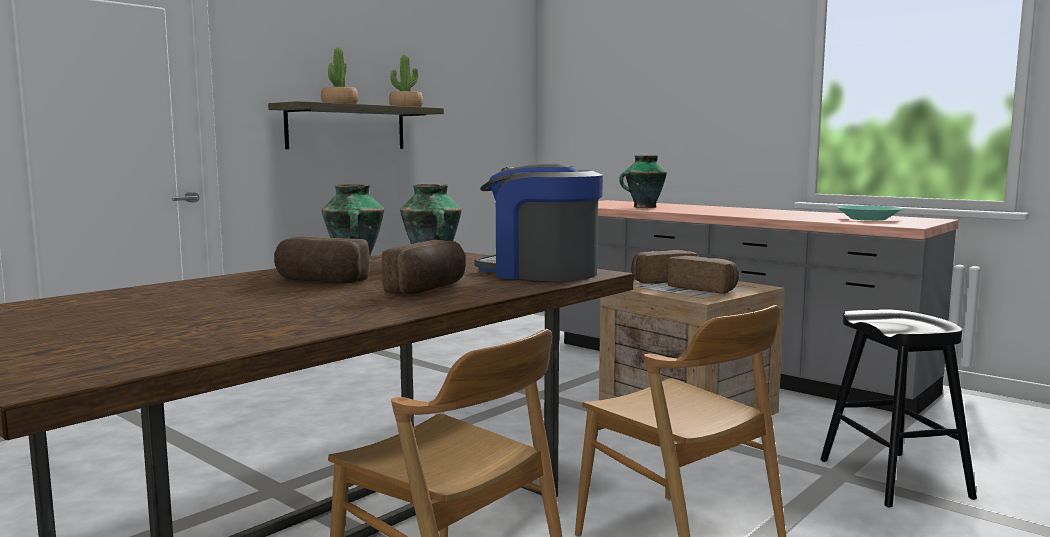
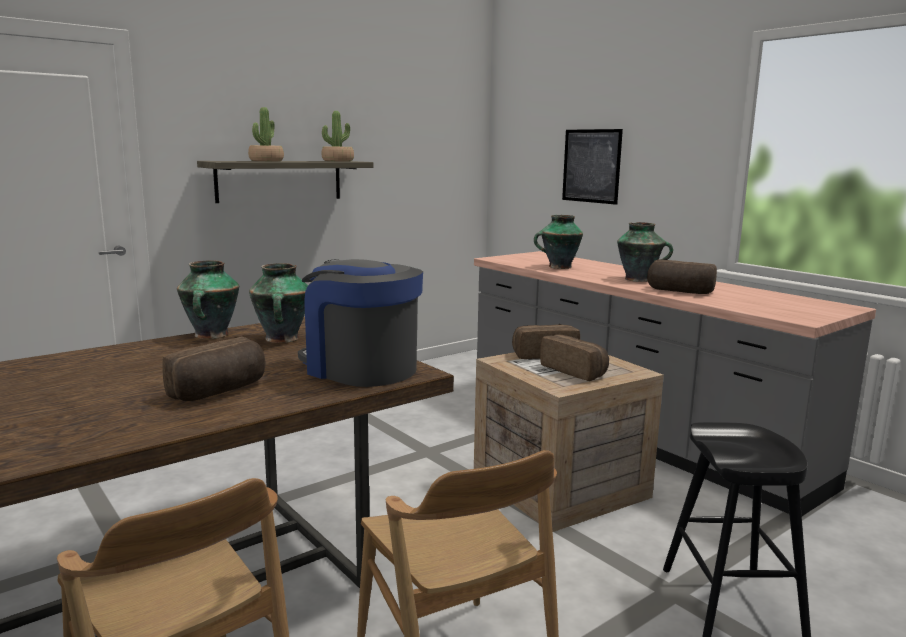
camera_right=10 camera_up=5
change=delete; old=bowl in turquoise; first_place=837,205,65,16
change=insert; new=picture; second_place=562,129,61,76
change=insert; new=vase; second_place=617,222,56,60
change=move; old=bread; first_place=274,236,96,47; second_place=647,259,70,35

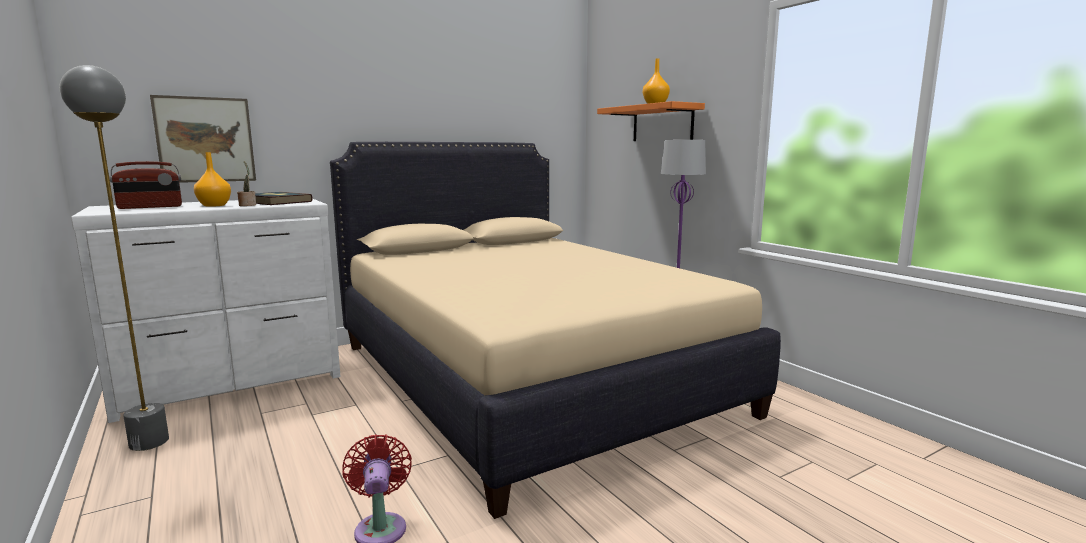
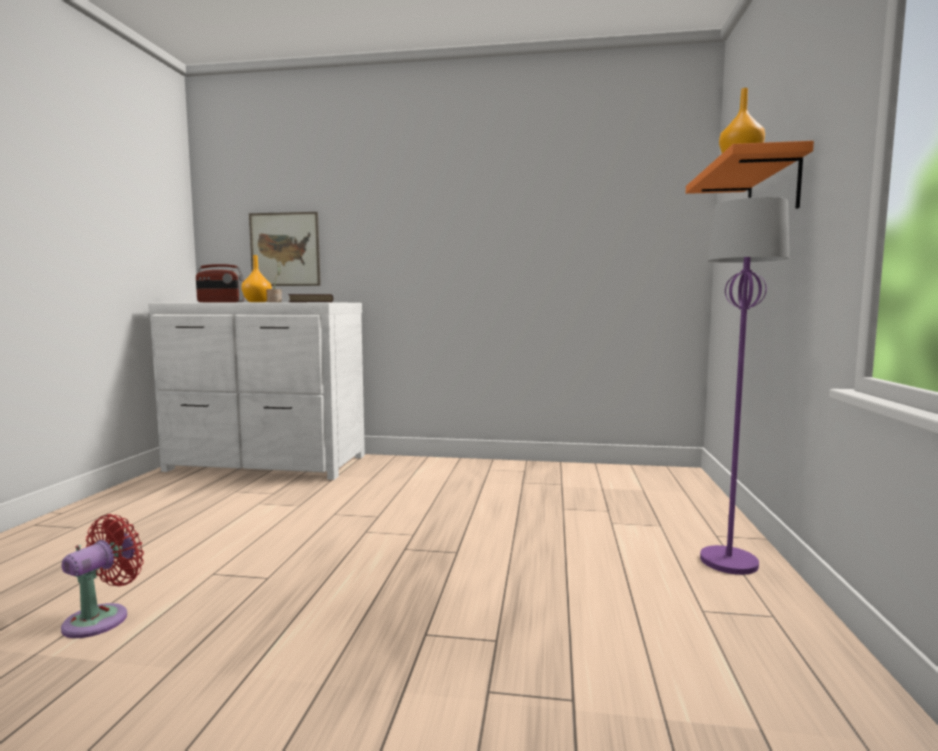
camera_right=40 camera_up=-5
change=delete; old=floor lamp in grey; first_place=59,65,110,386
change=delete; old=bed in beige; first_place=330,142,451,377

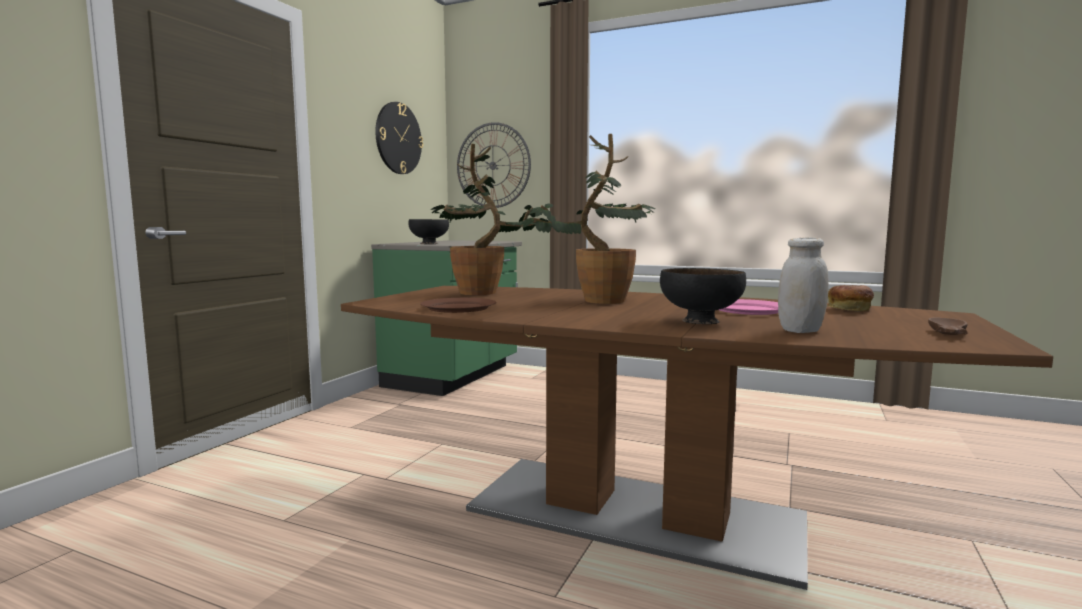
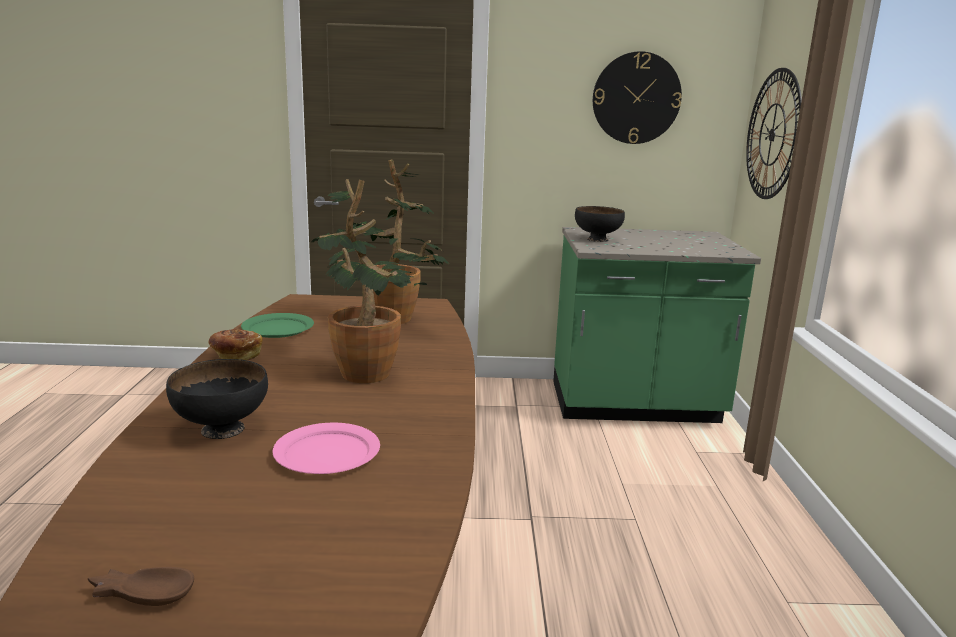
camera_right=65 camera_up=10
change=delete; old=jar in white; first_place=778,237,51,96
change=move; old=bread; first_place=827,285,47,27; second_place=209,329,53,31
change=recolor; old=plate in brown; new=plate in green; first_place=420,298,76,15; second_place=241,313,73,25

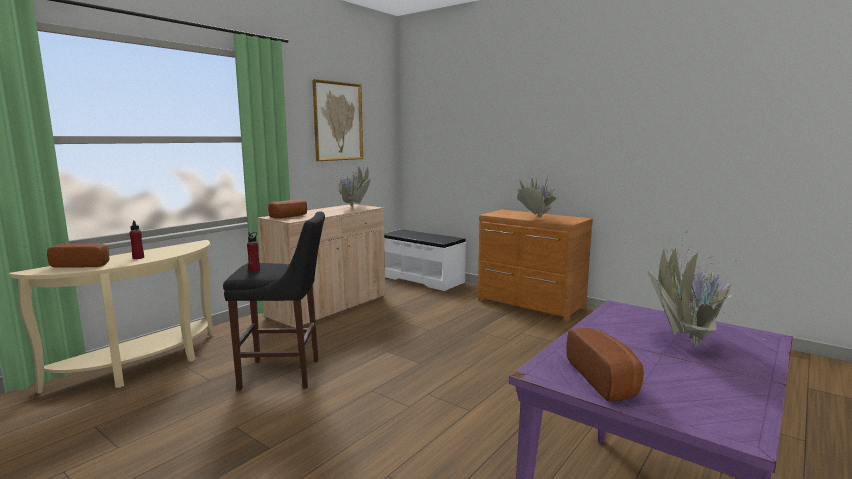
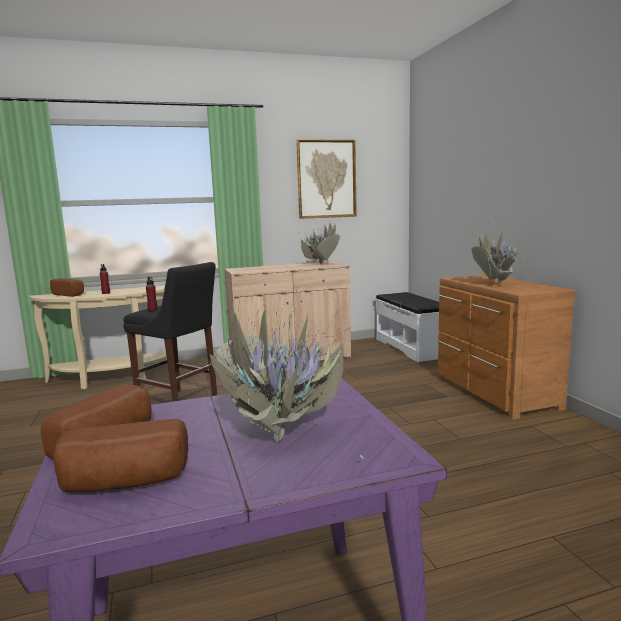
camera_right=35 camera_up=0
change=move; old=bread; first_place=268,199,39,19; second_place=53,419,135,73

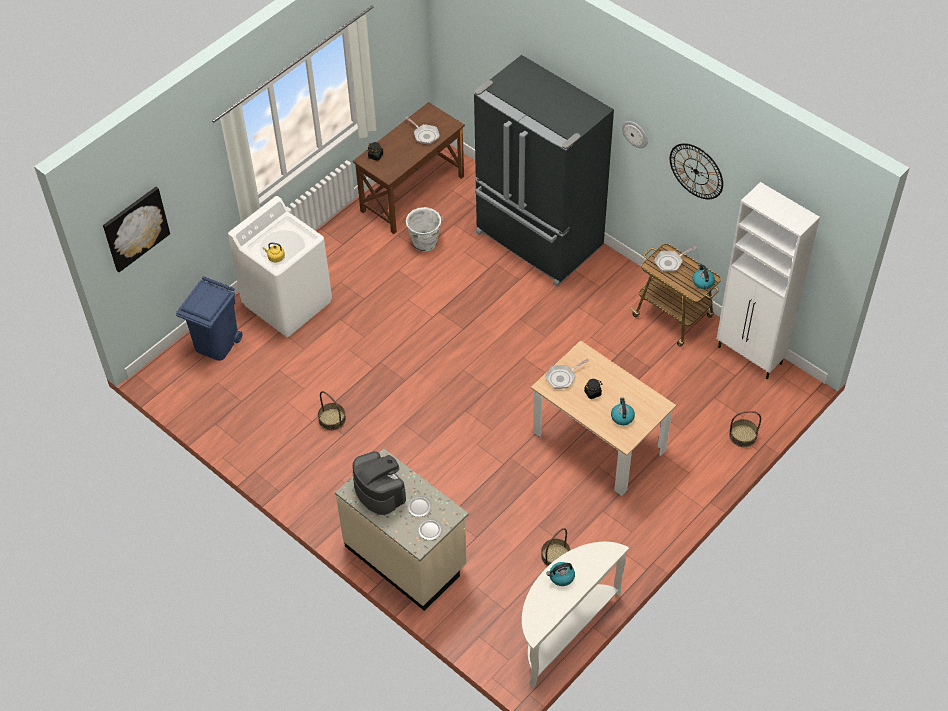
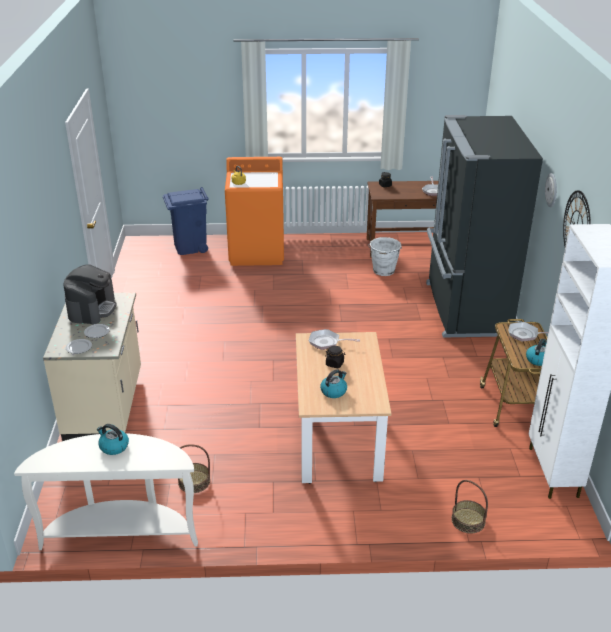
camera_right=45 camera_up=-20
change=delete; old=picture; first_place=103,187,67,85
change=delete; old=basket; first_place=318,391,28,40
change=recolor; old=washing machine in white; new=washing machine in orange; first_place=228,196,104,141; second_place=225,157,59,109

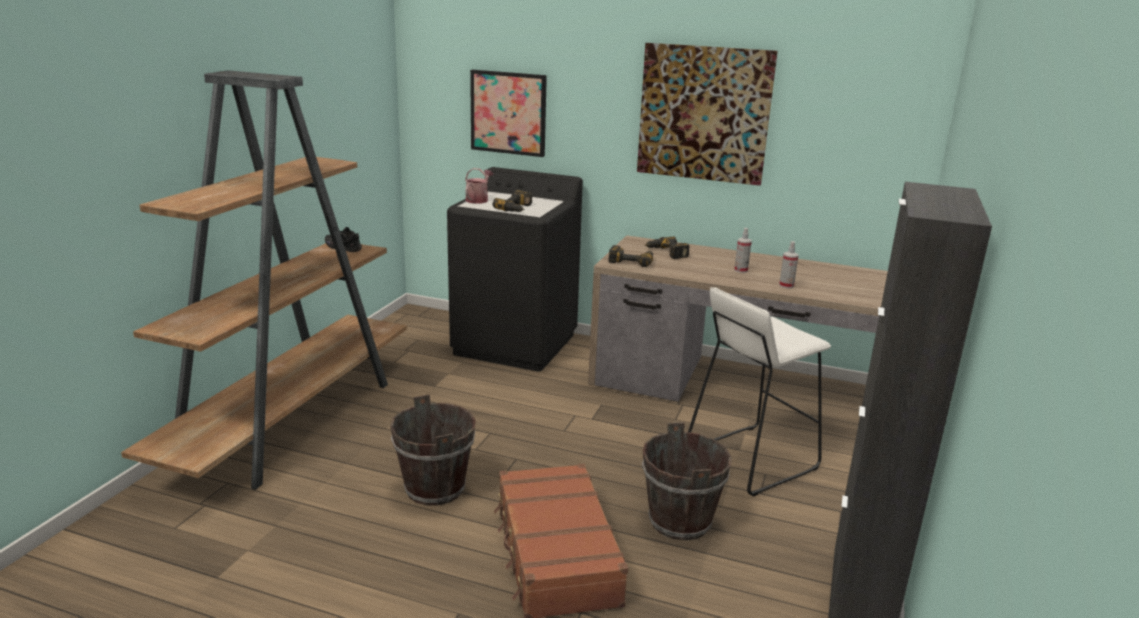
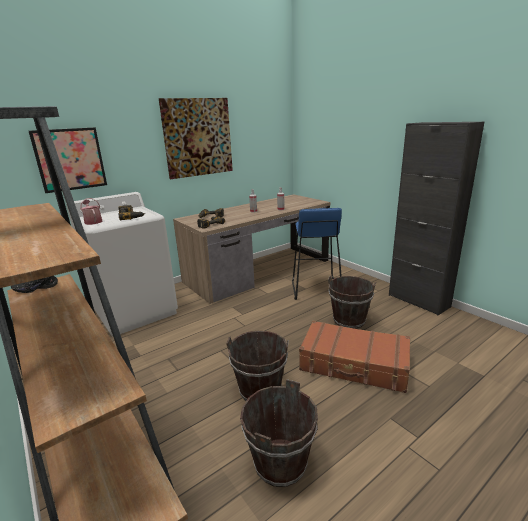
camera_right=-55 camera_up=0
change=insert; new=bucket in brown; second_place=240,379,78,108
change=recolor; old=washing machine in black; new=washing machine in white; first_place=447,167,136,205; second_place=66,192,112,145
change=recolor; old=stool in white; new=stool in blue; first_place=688,287,143,210; second_place=292,208,50,92

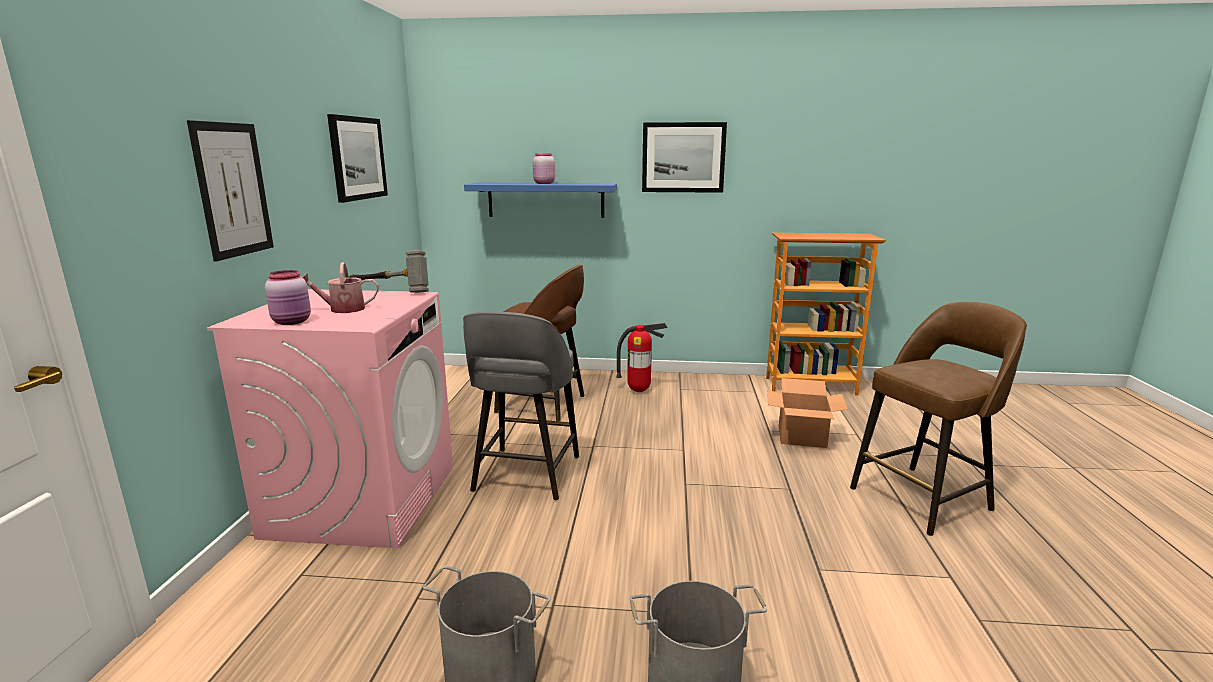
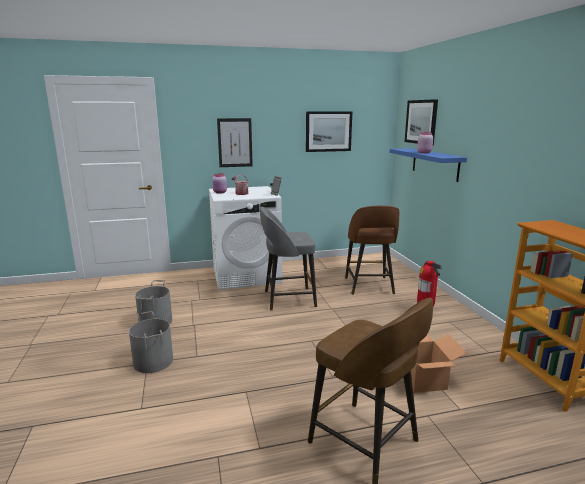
camera_right=70 camera_up=0
change=move; old=picture; first_place=642,122,85,71; second_place=405,99,33,47
change=recolor; old=washing machine in pink; new=washing machine in white; first_place=207,289,246,259; second_place=209,186,73,104

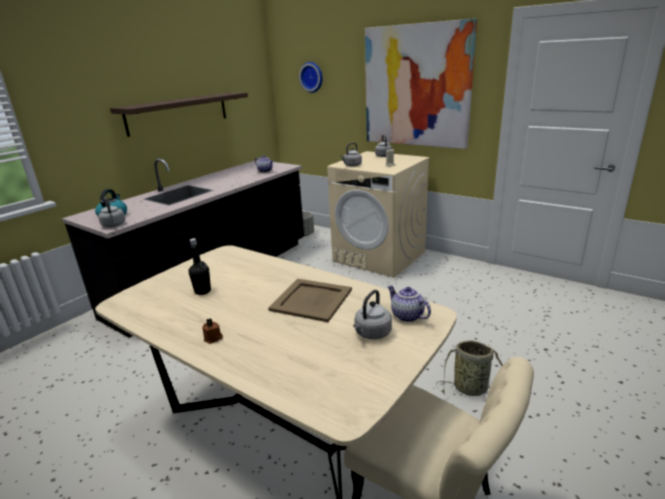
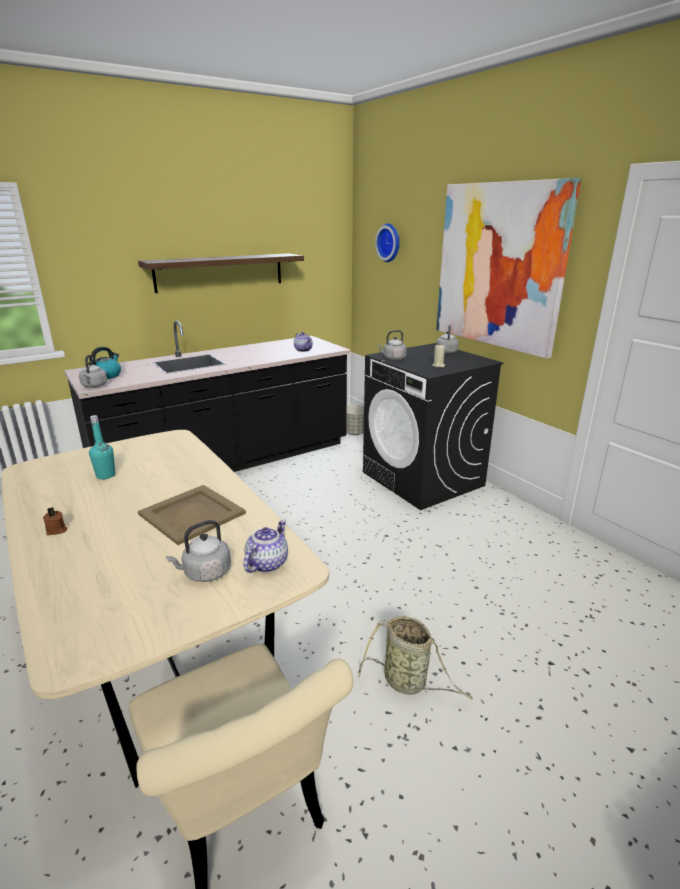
camera_right=20 camera_up=0
change=recolor; old=bottle in black; new=bottle in turquoise; first_place=188,238,23,57; second_place=89,415,26,64
change=recolor; old=washing machine in beige; new=washing machine in black; first_place=327,151,103,127; second_place=363,343,140,167
change=rotate; old=teapot; first_place=387,285,44,37; second_place=243,520,45,53; degrees=45

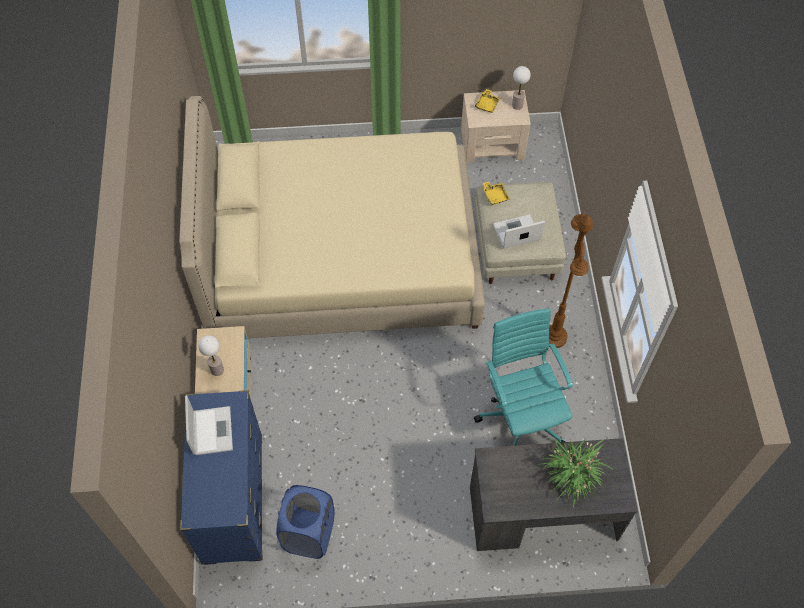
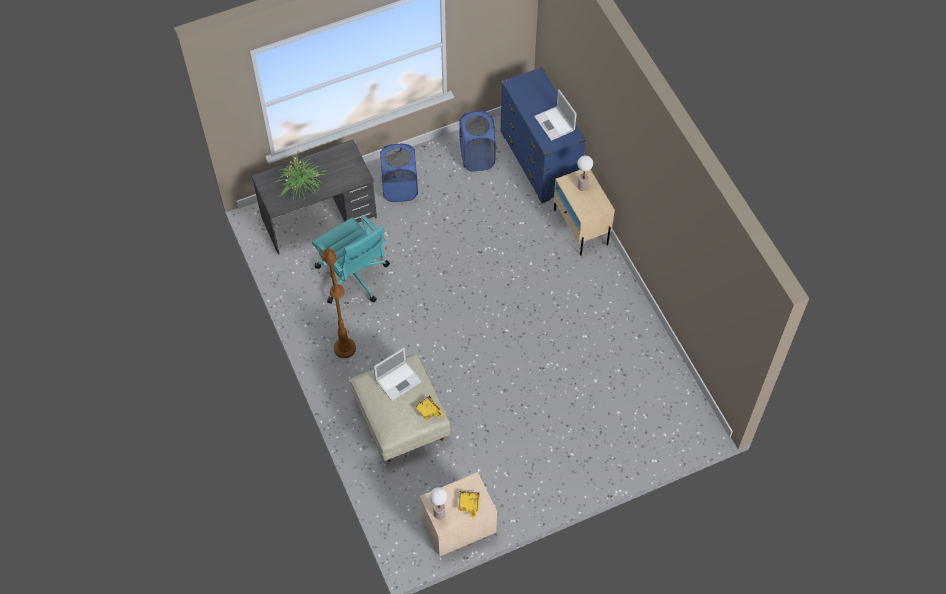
camera_right=160 camera_up=0
change=delete; old=bed in beige; first_place=179,96,306,242
change=insert; new=laundry basket in blue; second_place=380,143,38,59

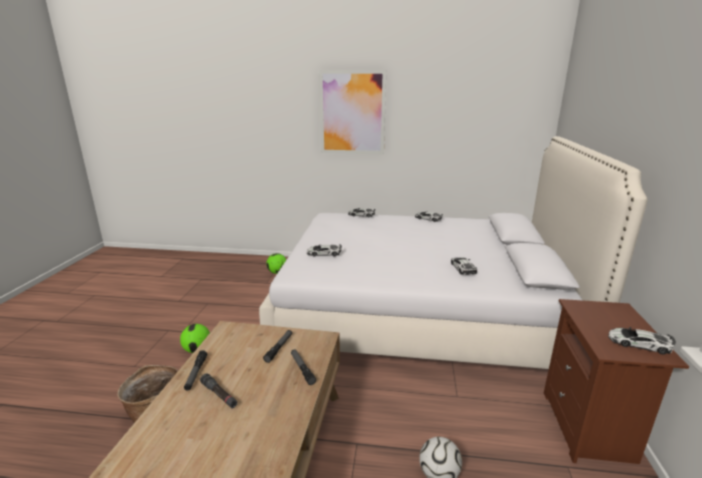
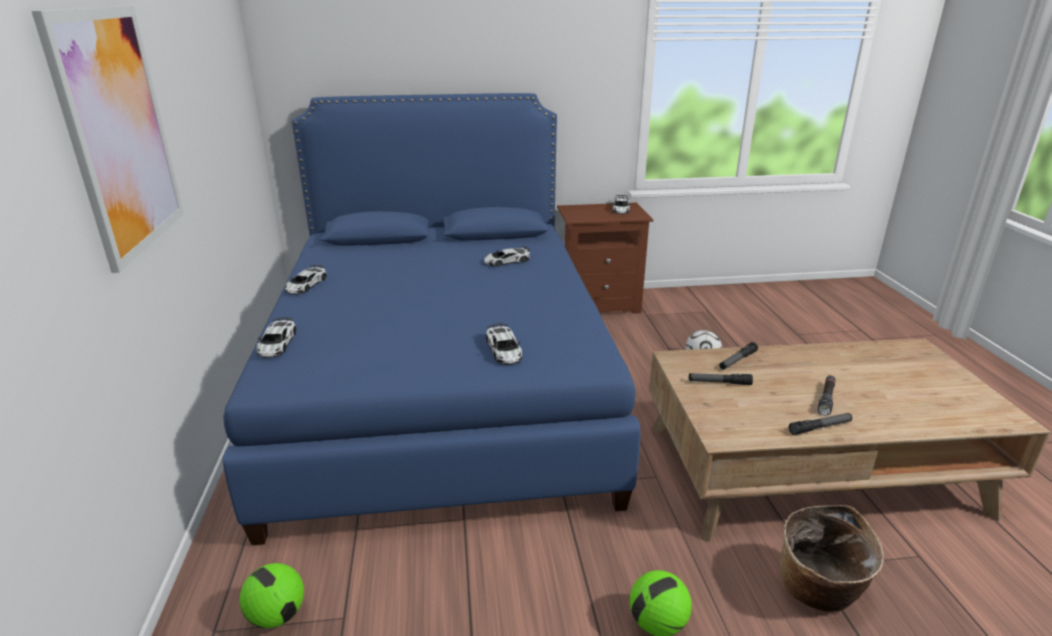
camera_right=-105 camera_up=5
change=recolor; old=bed in white; new=bed in blue; first_place=259,136,388,233; second_place=223,93,417,452

